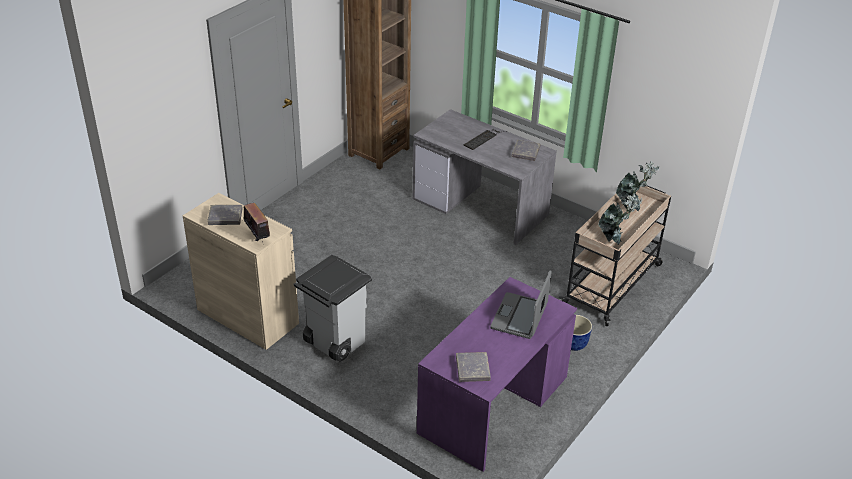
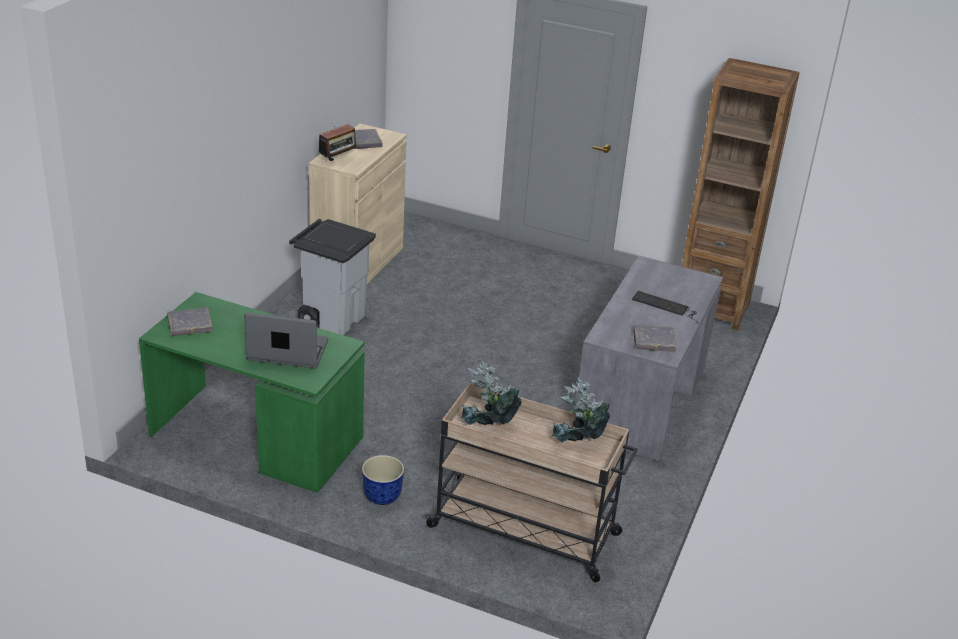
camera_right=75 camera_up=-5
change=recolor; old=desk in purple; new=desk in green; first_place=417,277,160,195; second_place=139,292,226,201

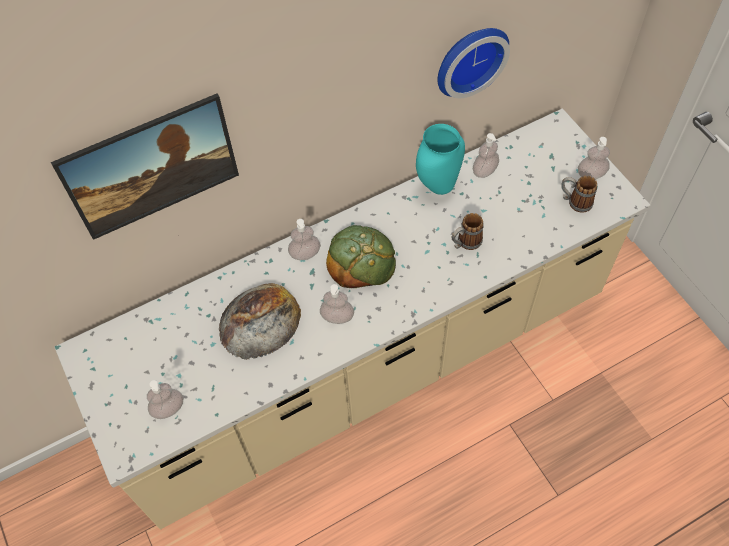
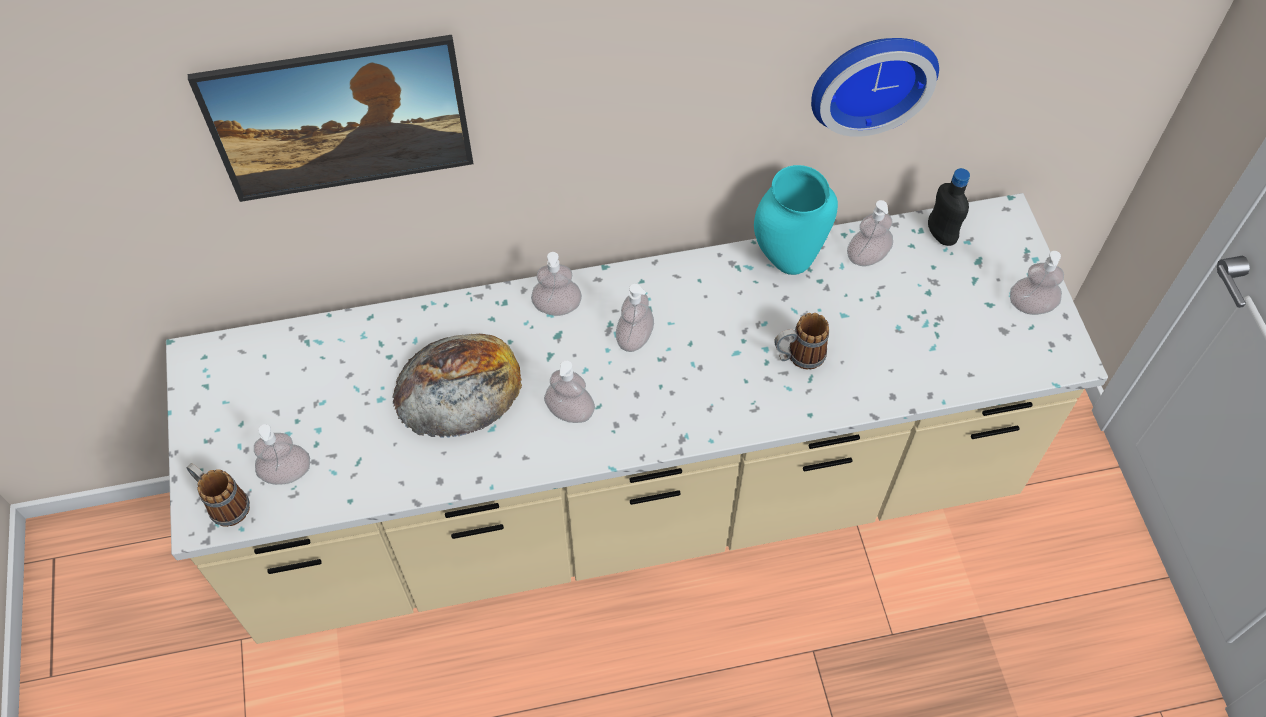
camera_right=15 camera_up=0
change=insert; new=bottle in black; second_place=928,168,42,78
change=move; old=mug; first_place=561,176,36,37; second_place=186,463,64,64
change=replace; old=bread; new=soap dispenser; first_place=326,225,70,63; second_place=616,284,38,68

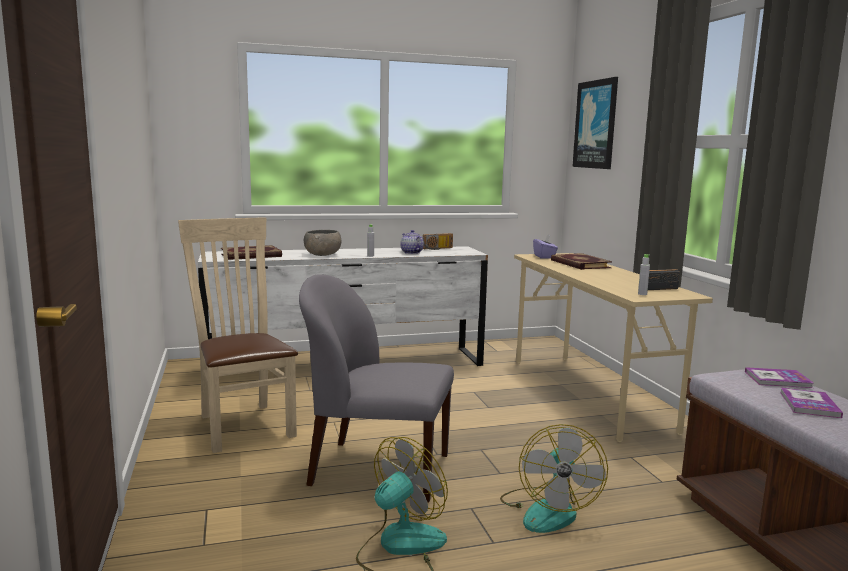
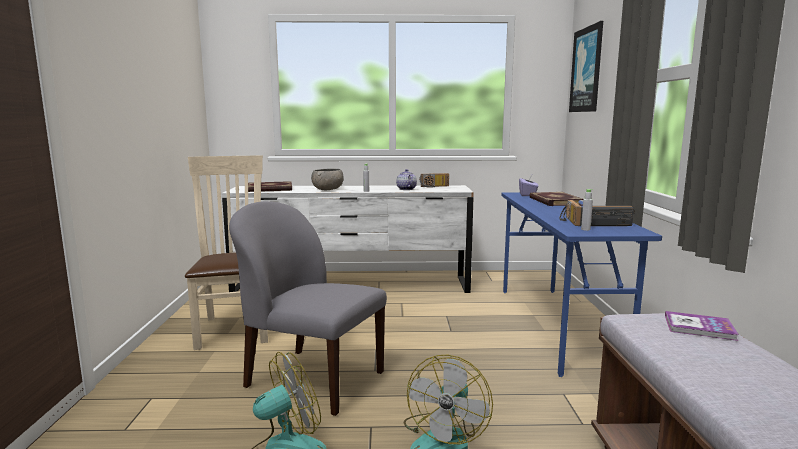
camera_right=15 camera_up=0
change=delete; old=book; first_place=780,388,63,30
change=insert; new=radio; second_place=559,200,24,26
change=recolor; old=desk in beige; new=desk in blue; first_place=514,253,199,189; second_place=501,192,161,185

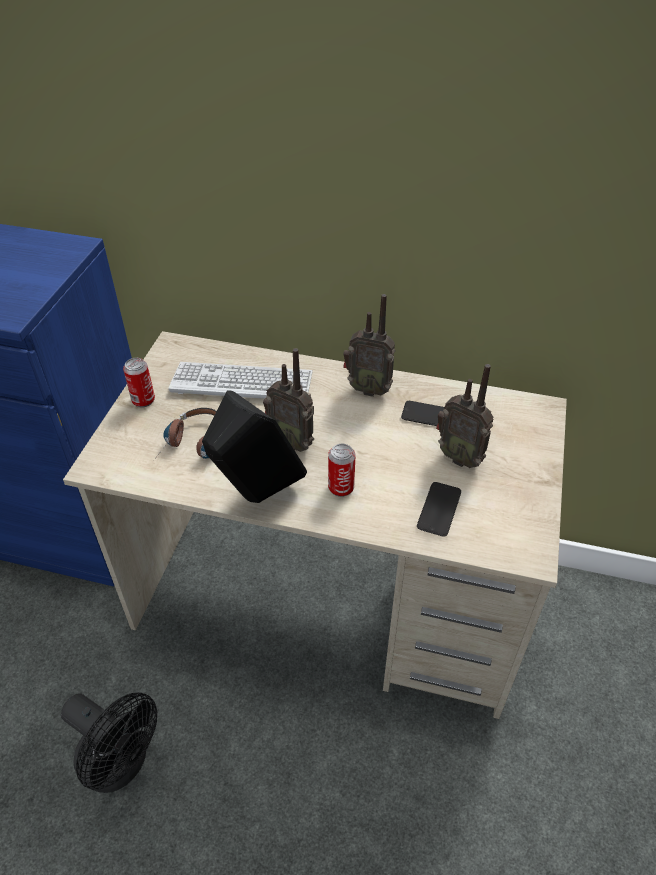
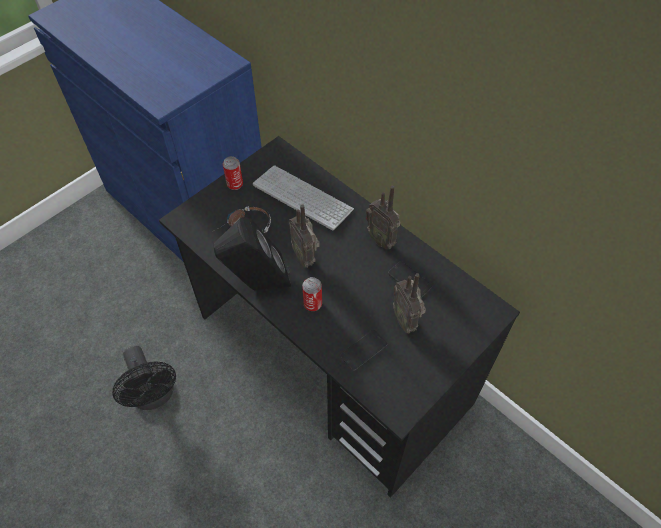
camera_right=30 camera_up=10
change=recolor; old=desk in beige; new=desk in black; first_place=63,331,504,388; second_place=159,136,361,362

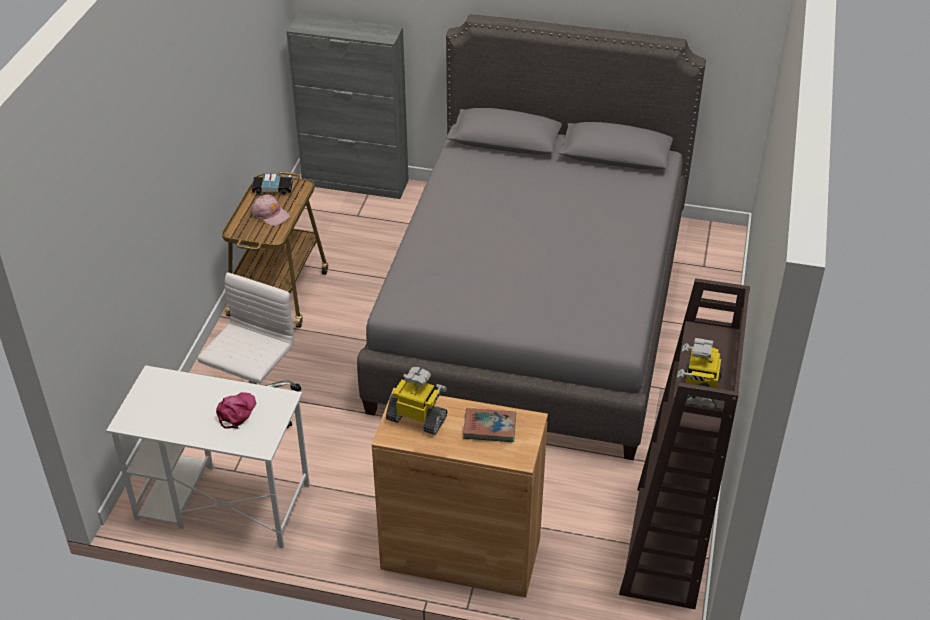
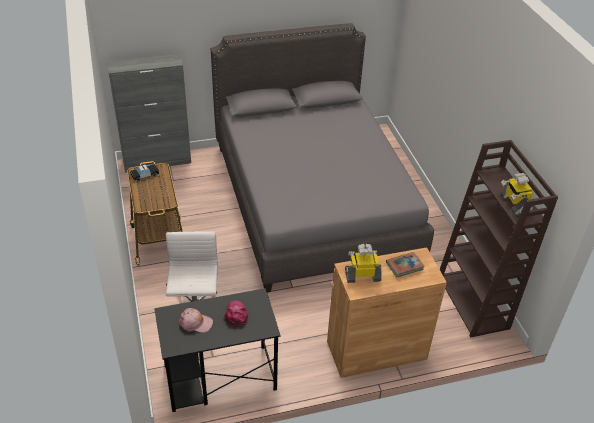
camera_right=-30 camera_up=0
change=move; old=cap in pink; first_place=251,195,39,31; second_place=179,308,34,24
change=recolor; old=desk in white; new=desk in black; first_place=106,365,204,183; second_place=154,288,127,124

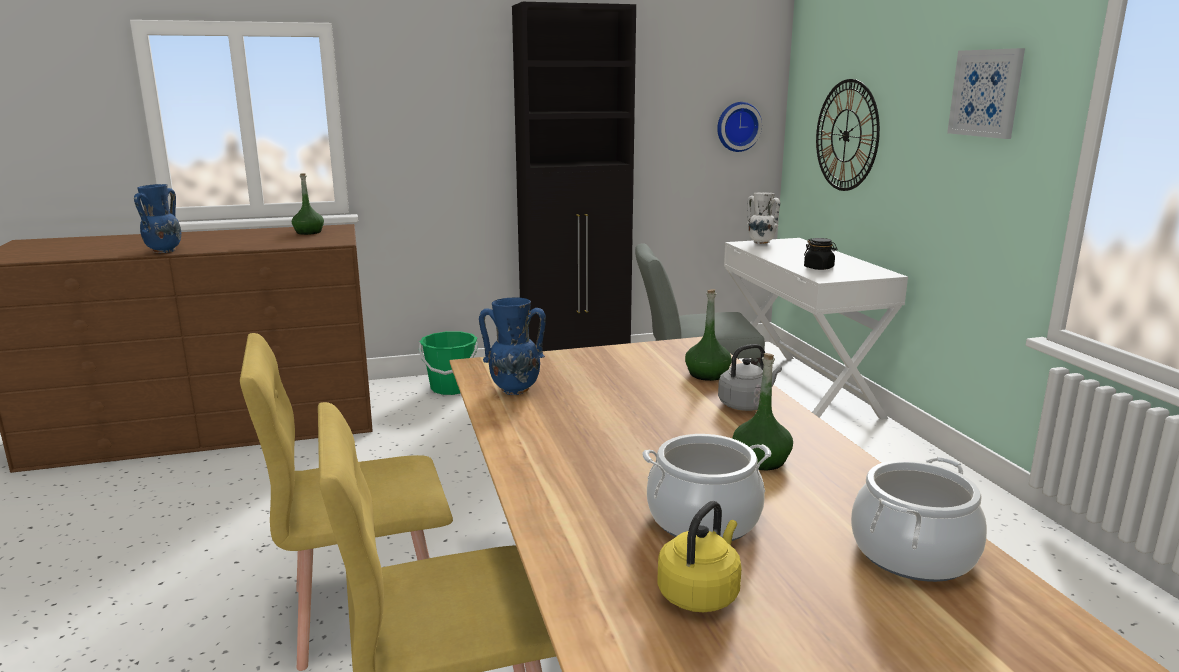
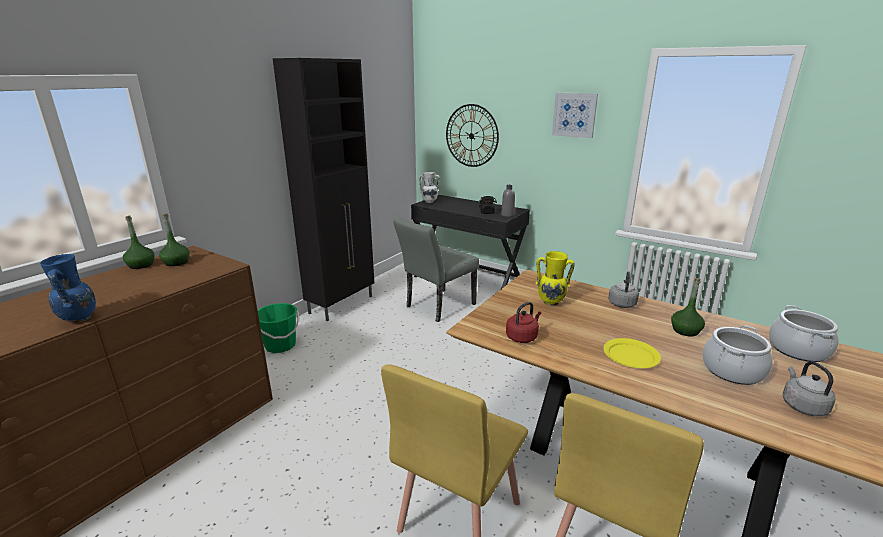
camera_right=-40 camera_up=5
change=delete; old=wall clock; first_place=717,102,45,50
change=insert; new=bottle in grey; second_place=501,185,14,32
change=insert; new=vase in yellow; second_place=536,251,39,54
change=insert; new=plate in yellow; second_place=603,338,58,30
change=move; old=bottle in green; first_place=685,289,47,92; second_place=123,215,31,54
change=replace; old=vase in blue; new=kettle in red; first_place=479,297,67,98; second_place=506,302,35,41
change=recolor; old=kettle in yellow; new=kettle in grey; first_place=657,501,84,111; second_place=783,361,52,55
change=recolor; old=desk in white; new=desk in black; first_place=724,238,184,182; second_place=411,195,119,94

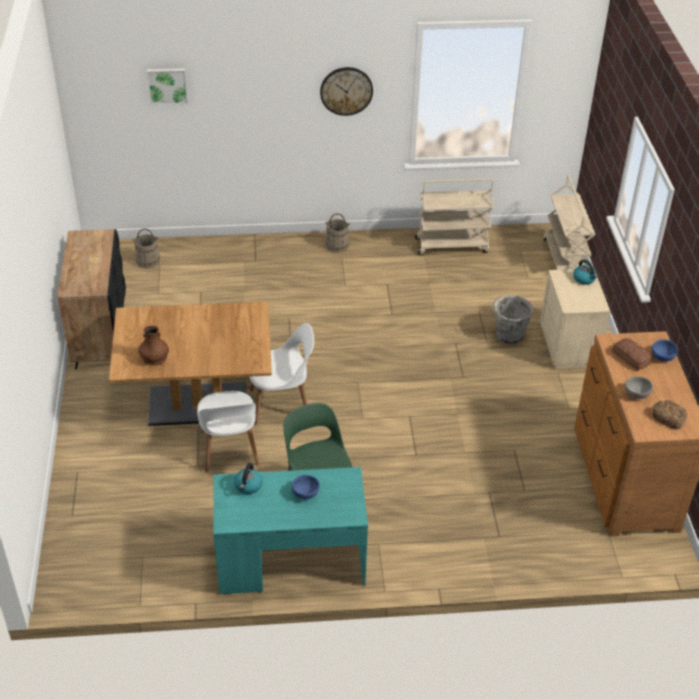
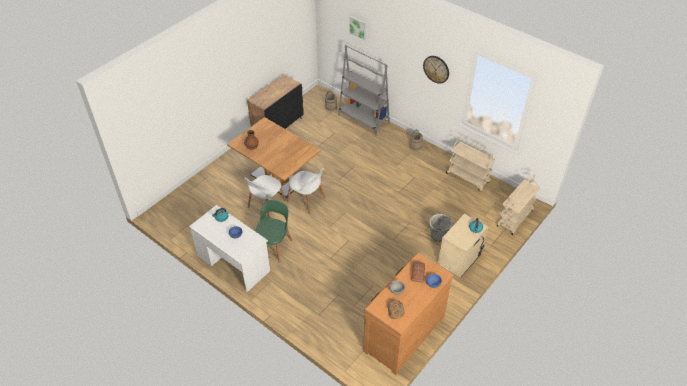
camera_right=45 camera_up=5
change=insert; new=bookcase in grey; second_place=338,45,52,91
change=recolor; old=desk in turquoise; new=desk in white; first_place=213,467,155,127; second_place=189,205,81,87

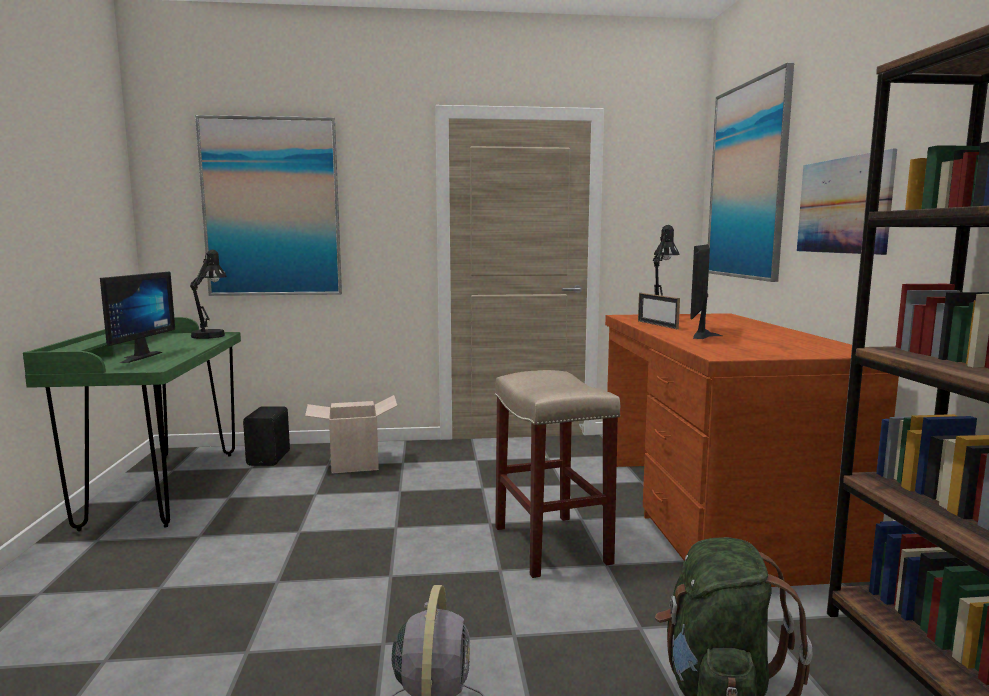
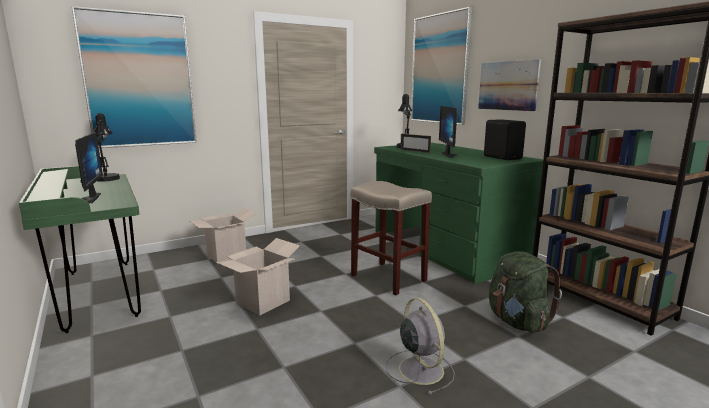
camera_right=-25 camera_up=5
change=insert; new=cardboard box; second_place=216,238,84,78
change=move; old=speaker in black; first_place=243,406,47,60; second_place=484,119,42,41
change=recolor; old=desk in brown; new=desk in green; first_place=605,313,294,274; second_place=374,143,169,141

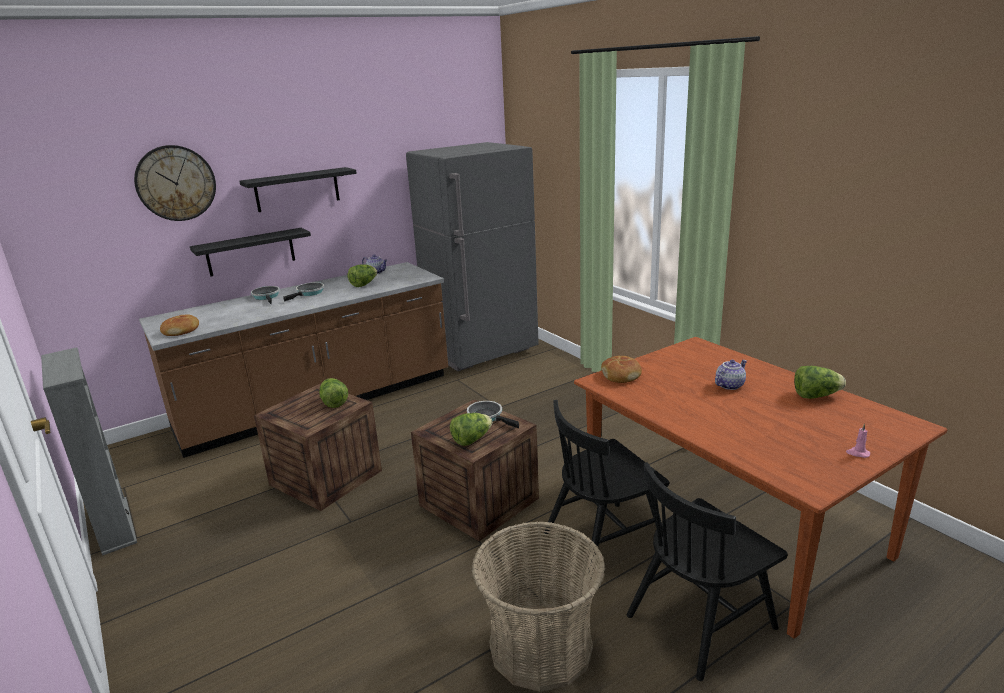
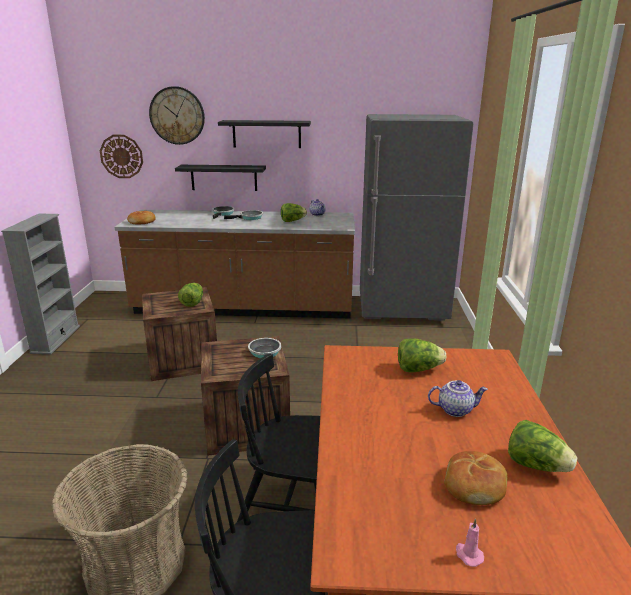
camera_right=35 camera_up=0
change=insert; new=wall clock; second_place=100,135,43,43
change=move; old=lettuce; first_place=450,413,42,33; second_place=398,338,48,35
change=move; old=bread; first_place=601,356,41,27; second_place=444,451,63,54

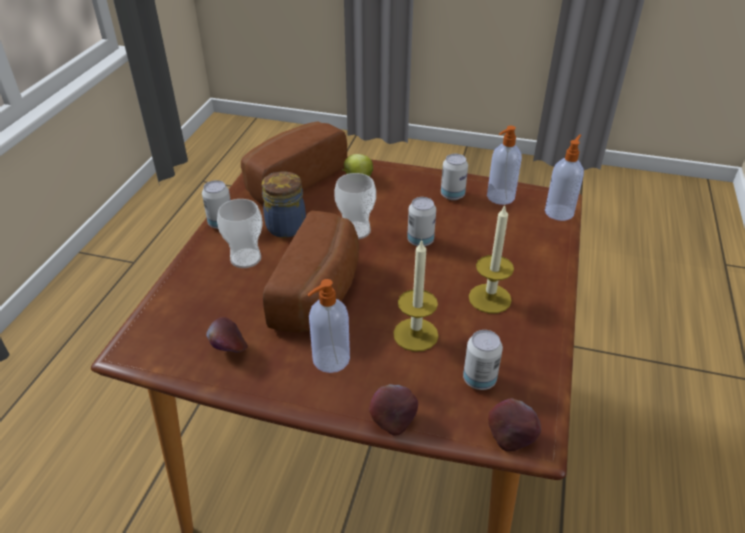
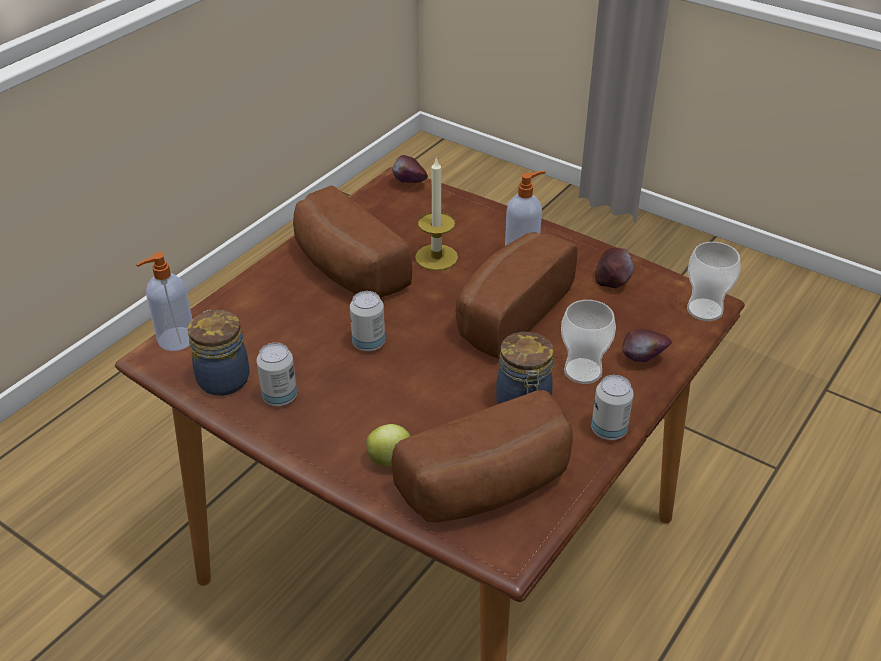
camera_right=-160 camera_up=0
change=delete; old=can; first_place=463,330,40,60
change=move; old=cup; first_place=334,173,42,66; second_place=687,242,54,79
change=move; old=apple; first_place=369,384,49,51; second_place=622,329,50,33
change=replace; old=candle; new=bread; first_place=469,205,45,109; second_place=293,186,119,111
change=replace; old=soap dispenser; new=jar; first_place=487,126,35,79; second_place=188,310,62,86

